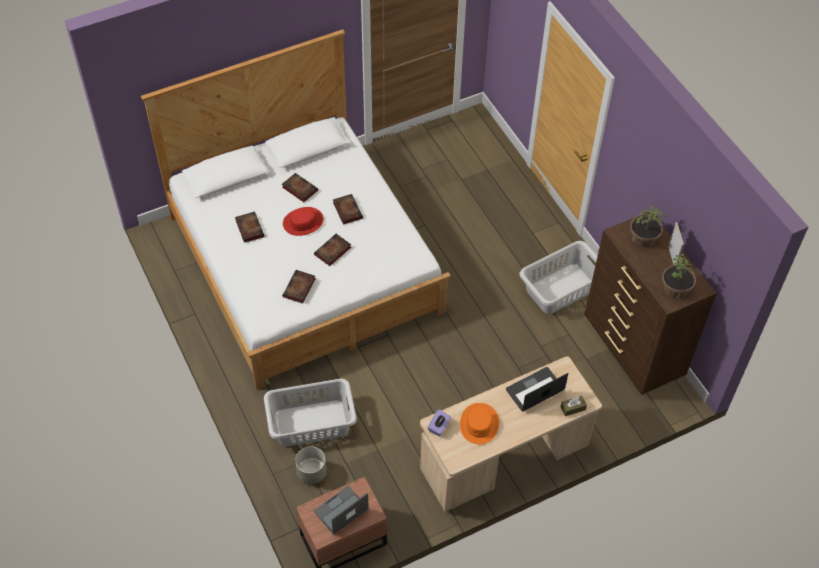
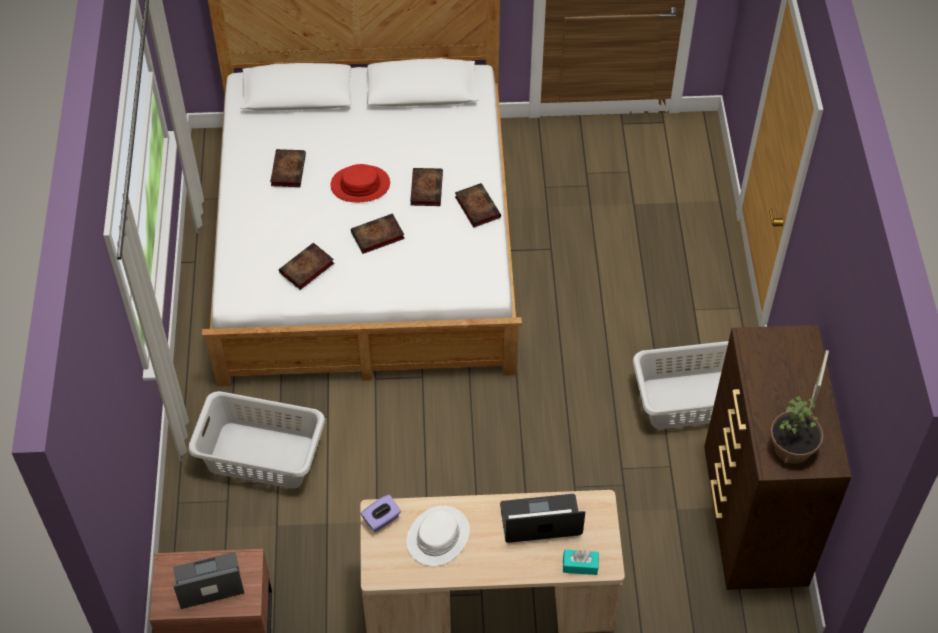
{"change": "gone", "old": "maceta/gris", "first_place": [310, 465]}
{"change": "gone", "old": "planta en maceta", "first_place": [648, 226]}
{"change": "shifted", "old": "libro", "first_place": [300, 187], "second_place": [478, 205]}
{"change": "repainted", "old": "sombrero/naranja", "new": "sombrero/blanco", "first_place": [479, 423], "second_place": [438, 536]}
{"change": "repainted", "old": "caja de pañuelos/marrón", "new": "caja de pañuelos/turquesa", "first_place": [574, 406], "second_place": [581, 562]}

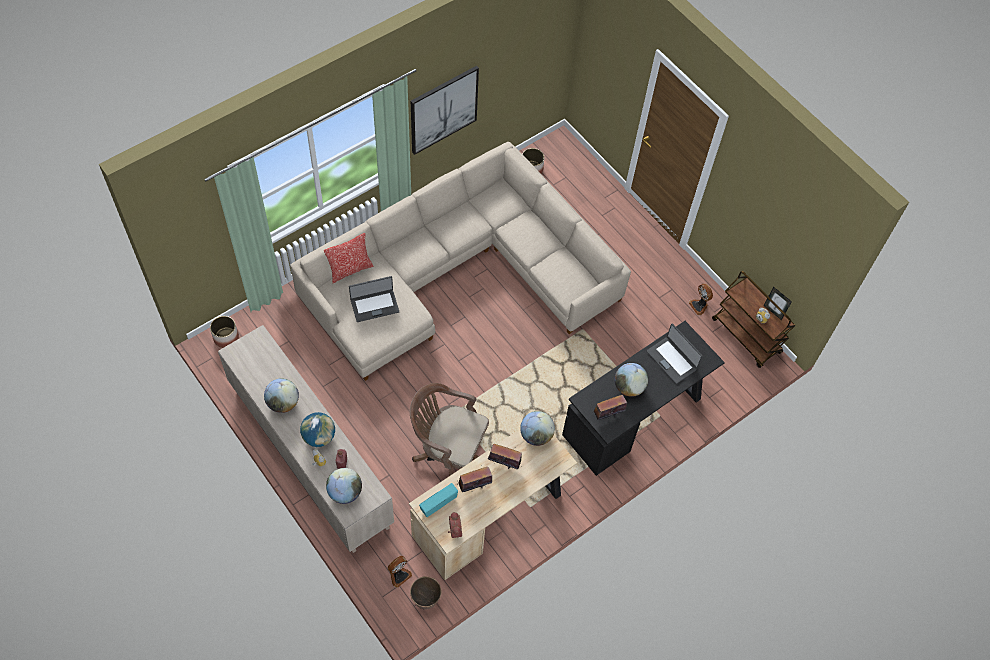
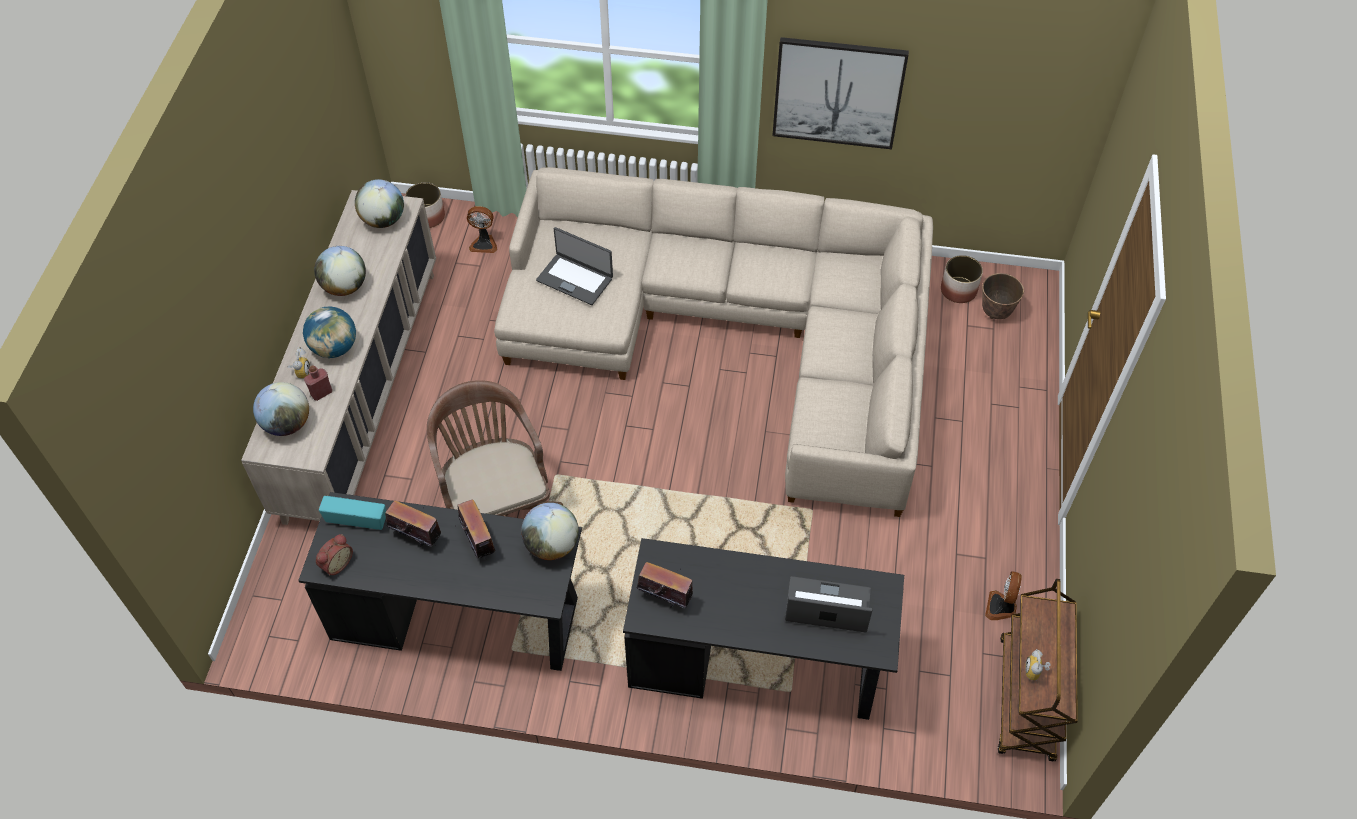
{"change": "gone", "old": "cojín", "first_place": [348, 258]}
{"change": "gone", "old": "portarretratos", "first_place": [778, 303]}
{"change": "shifted", "old": "ventilador", "first_place": [400, 572], "second_place": [482, 229]}
{"change": "shifted", "old": "maceta", "first_place": [426, 593], "second_place": [1003, 296]}
{"change": "shifted", "old": "globo terráqueo", "first_place": [631, 380], "second_place": [379, 203]}
{"change": "repainted", "old": "escritorio/beis", "new": "escritorio/negro", "first_place": [493, 504], "second_place": [440, 581]}
{"change": "rotated", "old": "portátil", "first_place": [675, 353], "second_place": [829, 604], "degrees": 90}

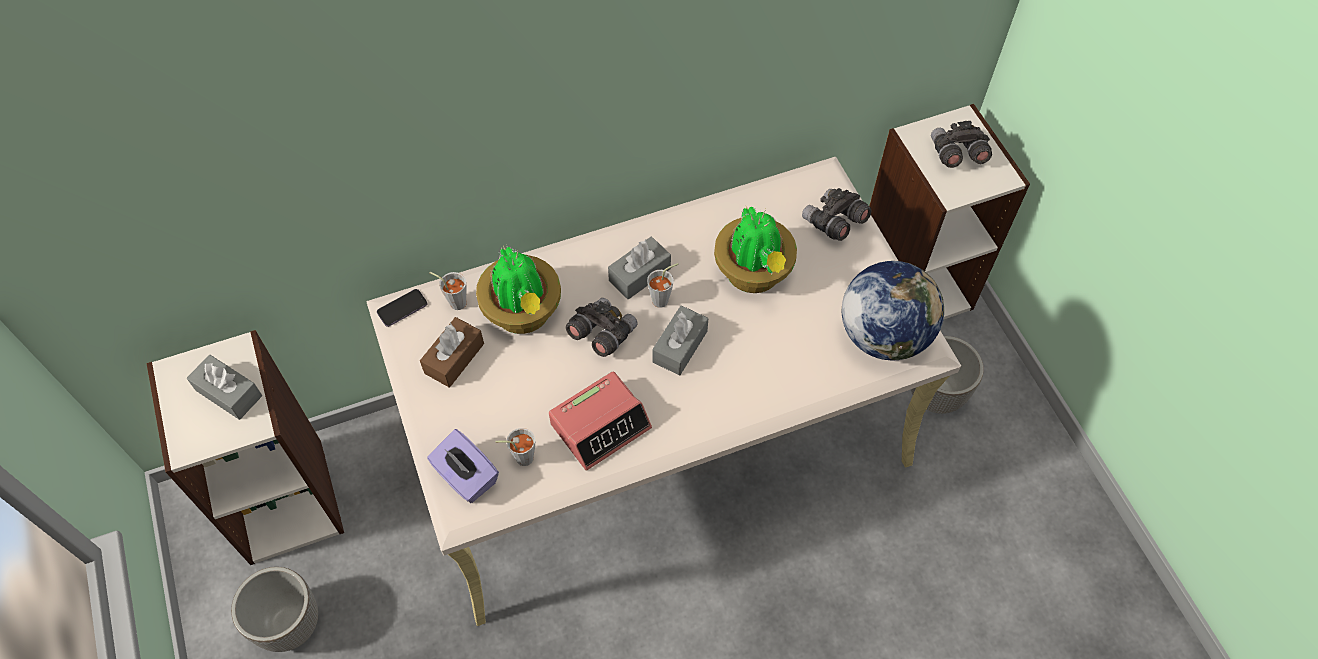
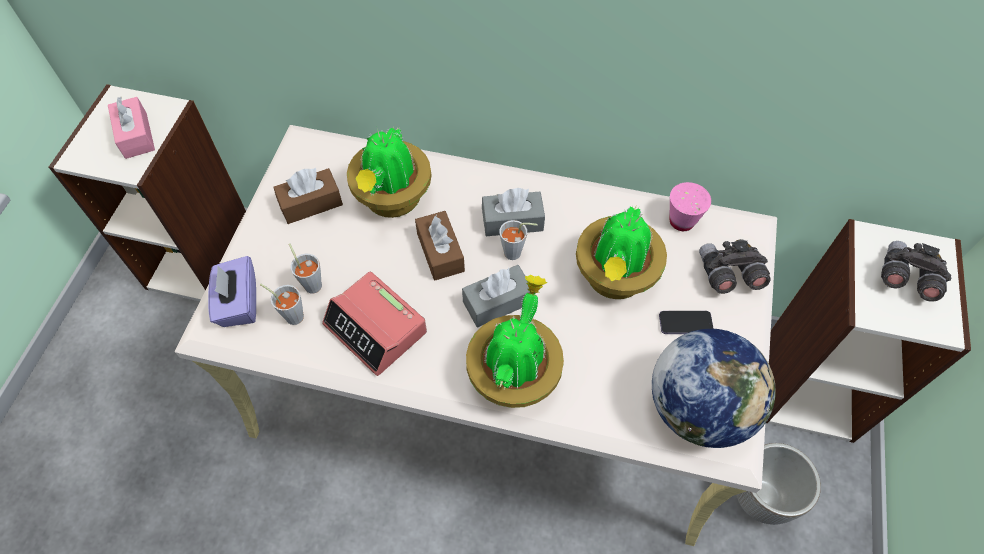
{"change": "gone", "old": "maceta", "first_place": [274, 609]}
{"change": "new", "new": "planta en maceta", "second_place": [515, 341]}
{"change": "new", "new": "taza/rosa", "second_place": [690, 206]}
{"change": "shifted", "old": "móvil", "first_place": [402, 308], "second_place": [686, 322]}
{"change": "shifted", "old": "taza/gris", "first_place": [448, 291], "second_place": [305, 268]}
{"change": "swapped", "old": "prismáticos/gris", "new": "caja de pañuelos/marrón", "first_place": [602, 327], "second_place": [440, 246]}
{"change": "repainted", "old": "caja de pañuelos/gris", "new": "caja de pañuelos/rosa", "first_place": [224, 387], "second_place": [131, 128]}
{"change": "rotated", "old": "despertador", "first_place": [600, 421], "second_place": [374, 324], "degrees": 45}

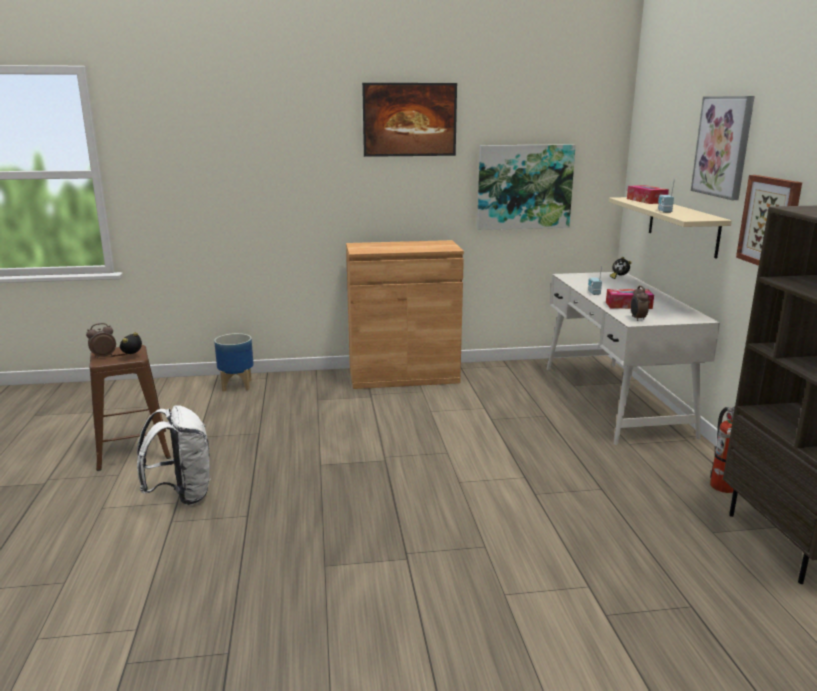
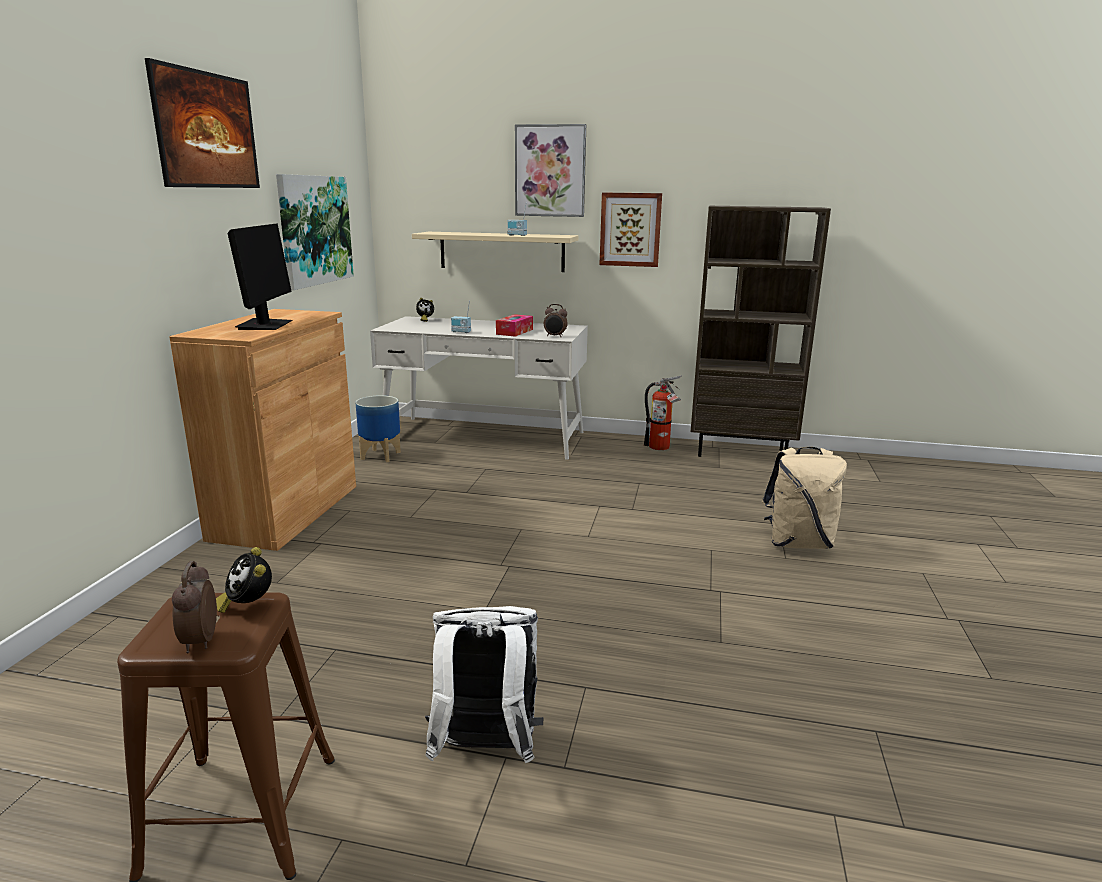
{"change": "gone", "old": "caja de pañuelos", "first_place": [648, 194]}
{"change": "new", "new": "monitor", "second_place": [260, 276]}
{"change": "new", "new": "mochila/beis", "second_place": [804, 498]}
{"change": "shifted", "old": "maceta", "first_place": [234, 362], "second_place": [378, 428]}

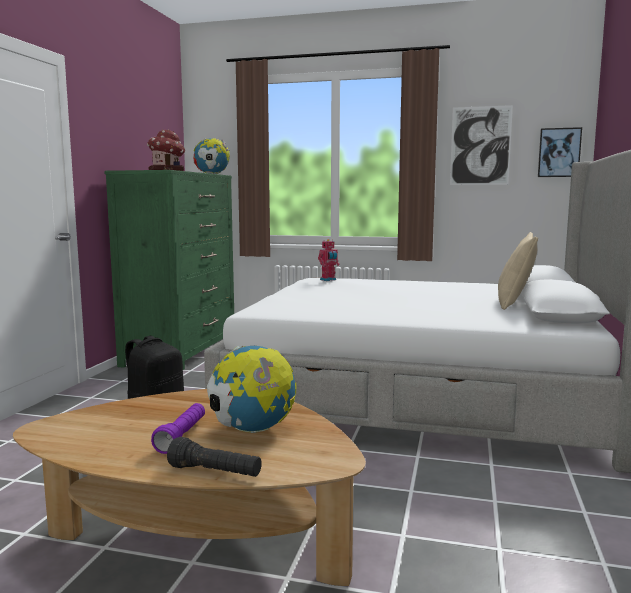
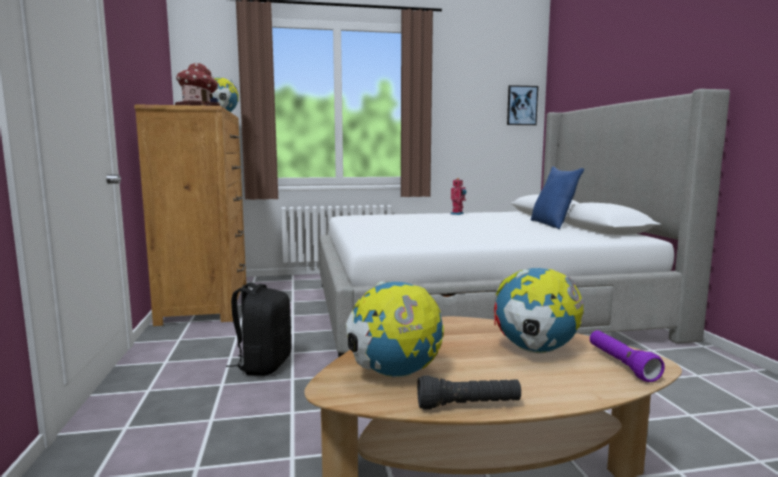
{"change": "gone", "old": "cuadro", "first_place": [481, 145]}
{"change": "new", "new": "globo terráqueo", "second_place": [395, 329]}
{"change": "shifted", "old": "linterna/morado", "first_place": [178, 428], "second_place": [627, 356]}
{"change": "shifted", "old": "linterna/negro", "first_place": [214, 457], "second_place": [469, 392]}
{"change": "shifted", "old": "robot de juguete", "first_place": [329, 260], "second_place": [458, 196]}
{"change": "repainted", "old": "cómoda/verde", "new": "cómoda/marrón", "first_place": [169, 270], "second_place": [190, 215]}
{"change": "repainted", "old": "cojín/beis", "new": "cojín/azul", "first_place": [518, 271], "second_place": [557, 197]}

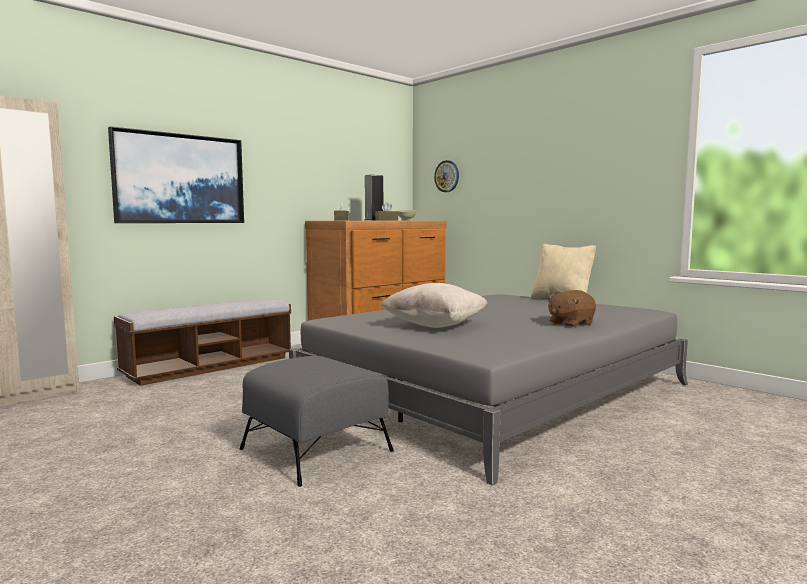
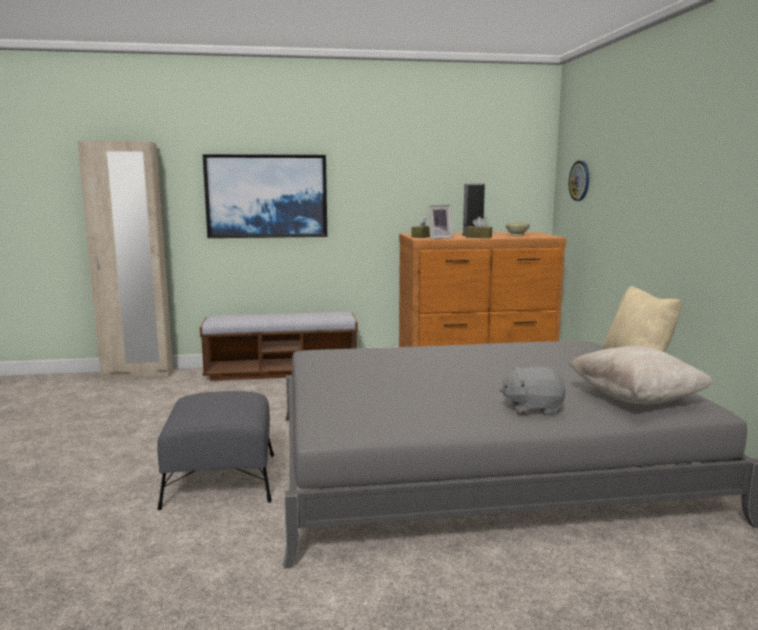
{"change": "new", "new": "portarretratos", "second_place": [440, 221]}
{"change": "shifted", "old": "cojín/beis", "first_place": [434, 305], "second_place": [640, 375]}
{"change": "repainted", "old": "peluche/marrón", "new": "peluche/gris", "first_place": [572, 308], "second_place": [532, 391]}

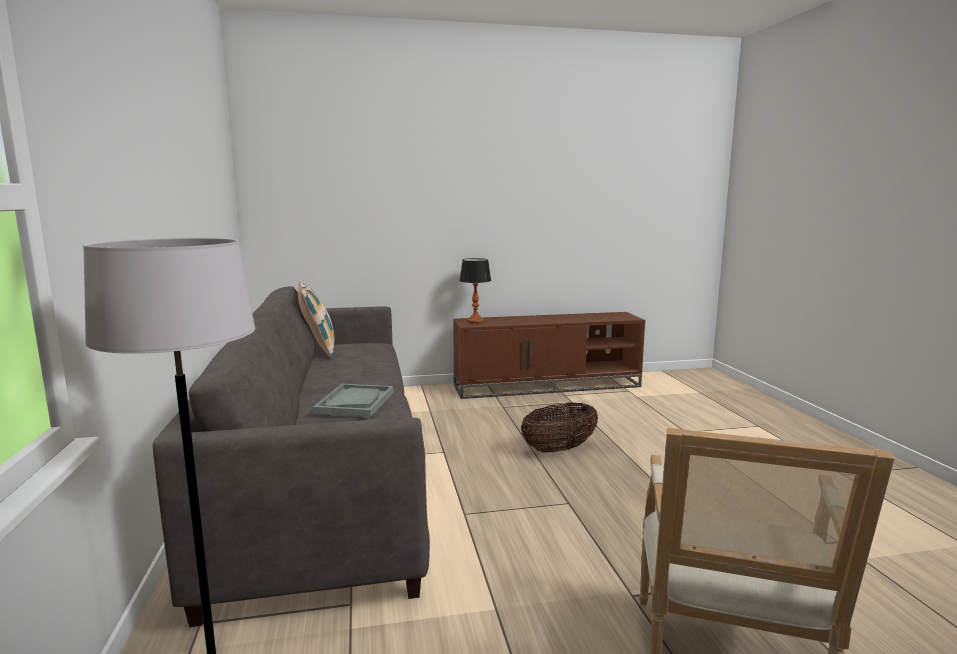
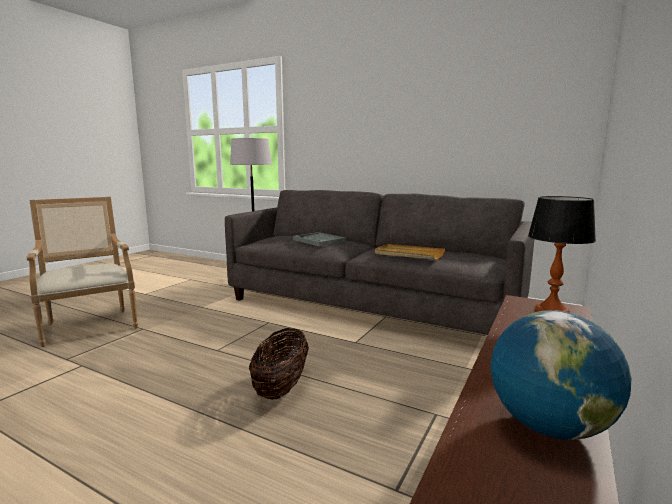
{"change": "gone", "old": "cojín", "first_place": [316, 320]}
{"change": "new", "new": "bandeja/beis", "second_place": [410, 252]}
{"change": "new", "new": "globo terráqueo", "second_place": [561, 375]}

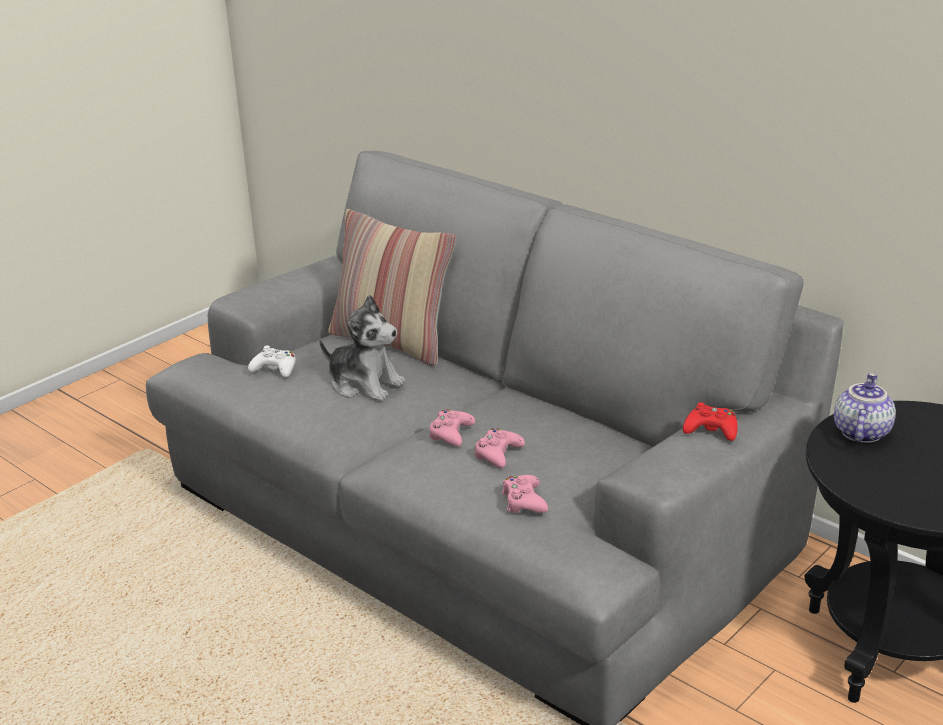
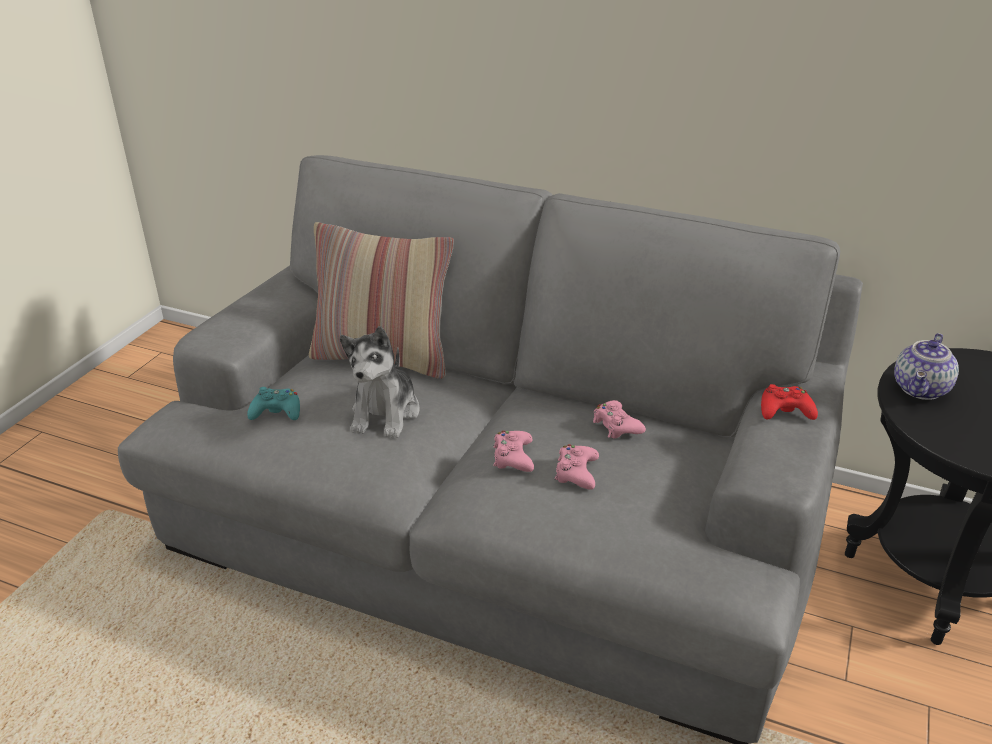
{"change": "shifted", "old": "mando de consola/rosa", "first_place": [525, 494], "second_place": [619, 419]}
{"change": "repainted", "old": "mando de consola/blanco", "new": "mando de consola/turquesa", "first_place": [272, 361], "second_place": [273, 403]}
{"change": "rotated", "old": "peluche", "first_place": [362, 347], "second_place": [379, 382], "degrees": 90}
{"change": "rotated", "old": "tetera", "first_place": [865, 408], "second_place": [926, 366], "degrees": -150}

